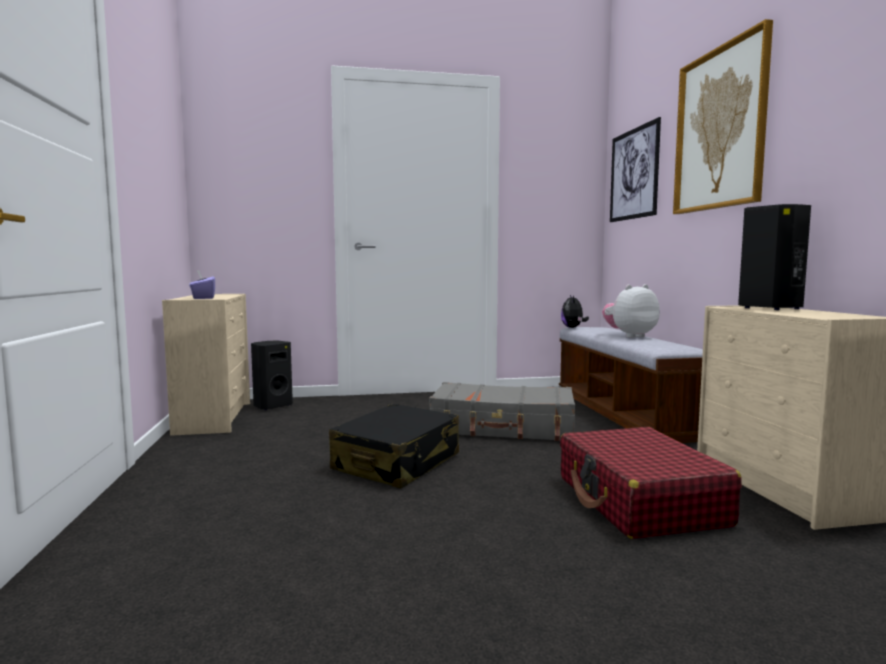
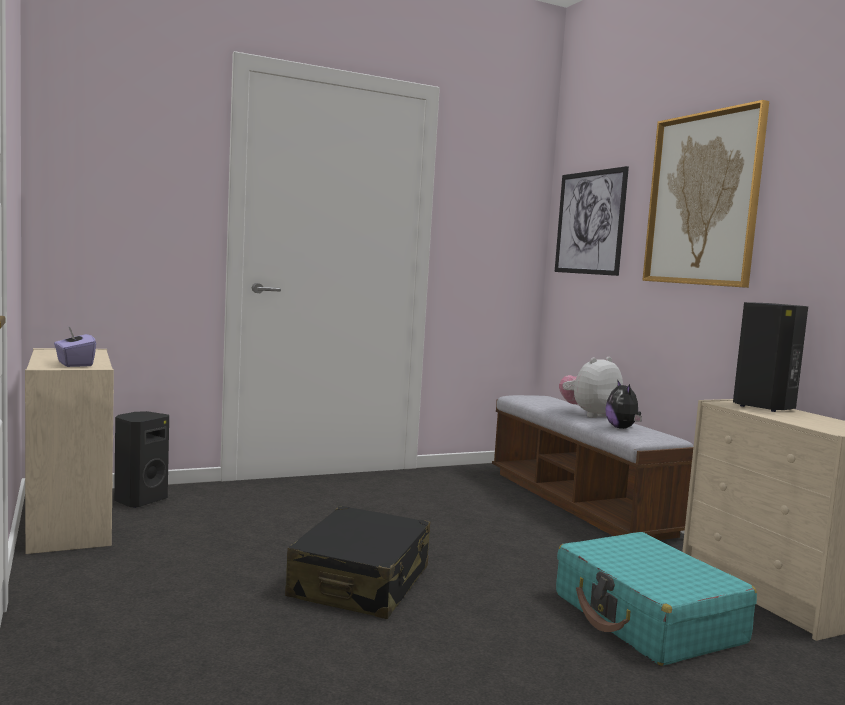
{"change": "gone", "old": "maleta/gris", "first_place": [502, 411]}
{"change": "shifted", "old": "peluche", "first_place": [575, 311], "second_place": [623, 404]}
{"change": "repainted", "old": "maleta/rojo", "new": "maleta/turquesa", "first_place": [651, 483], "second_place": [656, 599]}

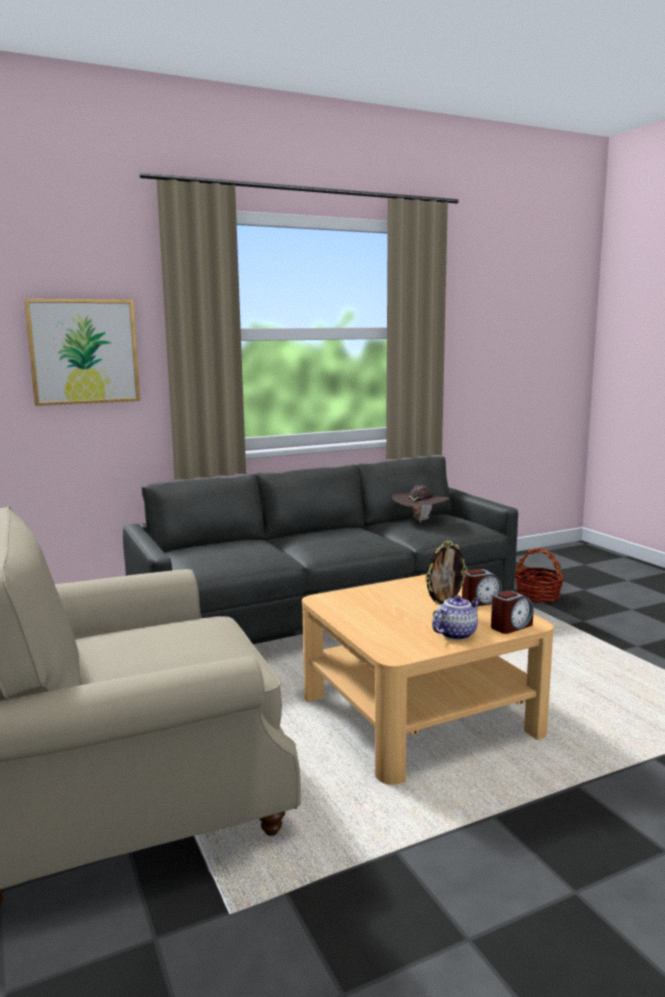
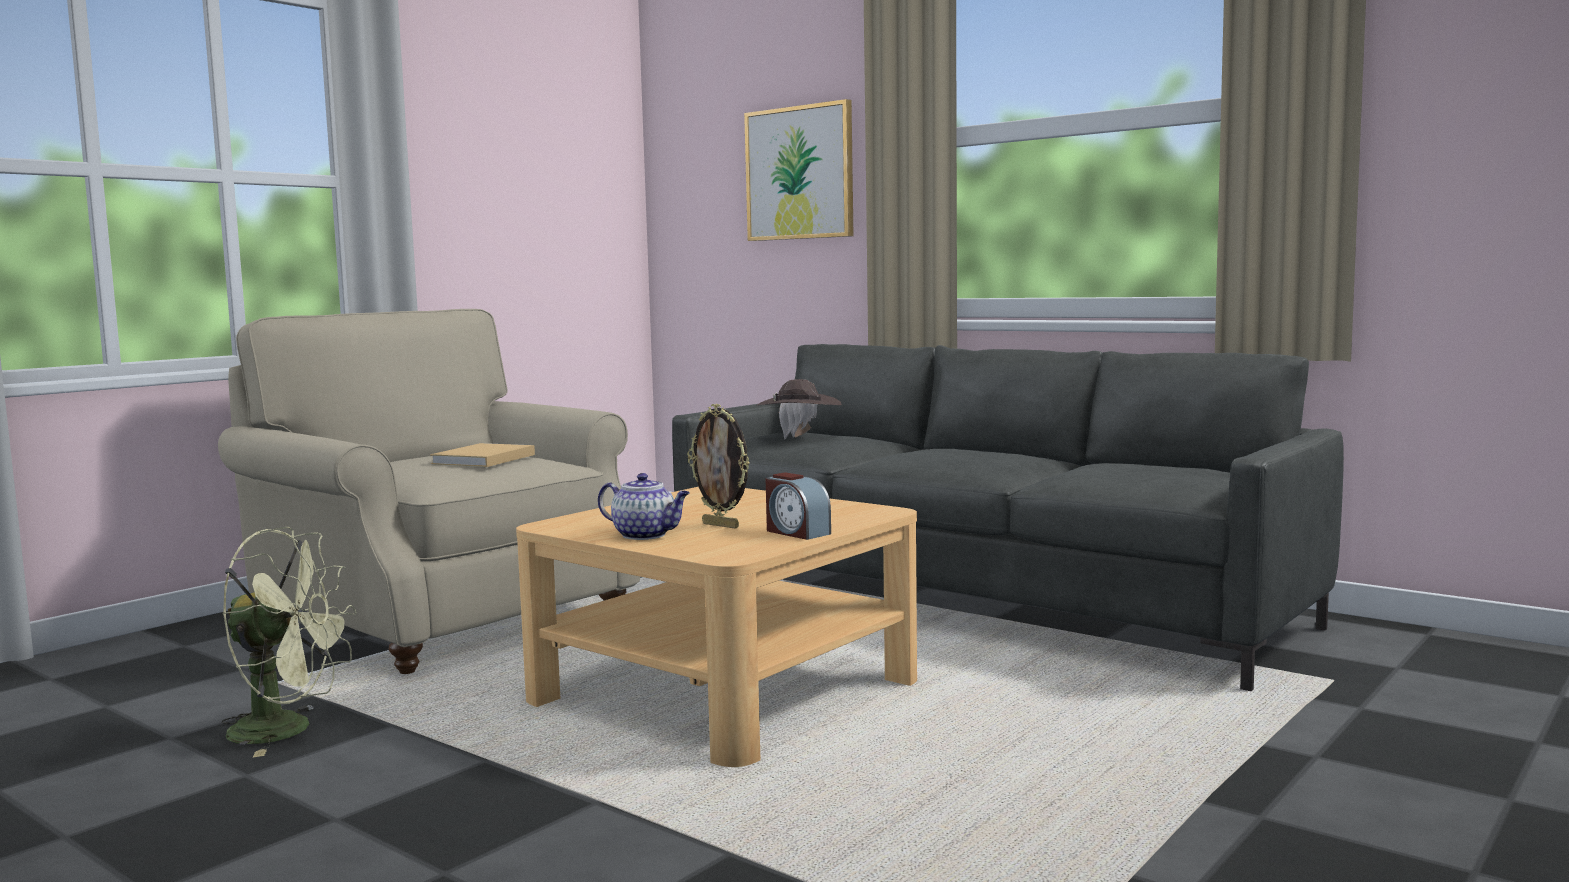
{"change": "gone", "old": "despertador", "first_place": [512, 612]}
{"change": "gone", "old": "cesta", "first_place": [539, 575]}
{"change": "new", "new": "ventilador/verde", "second_place": [288, 642]}
{"change": "new", "new": "libro/beis", "second_place": [482, 455]}
{"change": "shifted", "old": "sombrero/marrón", "first_place": [420, 504], "second_place": [799, 409]}

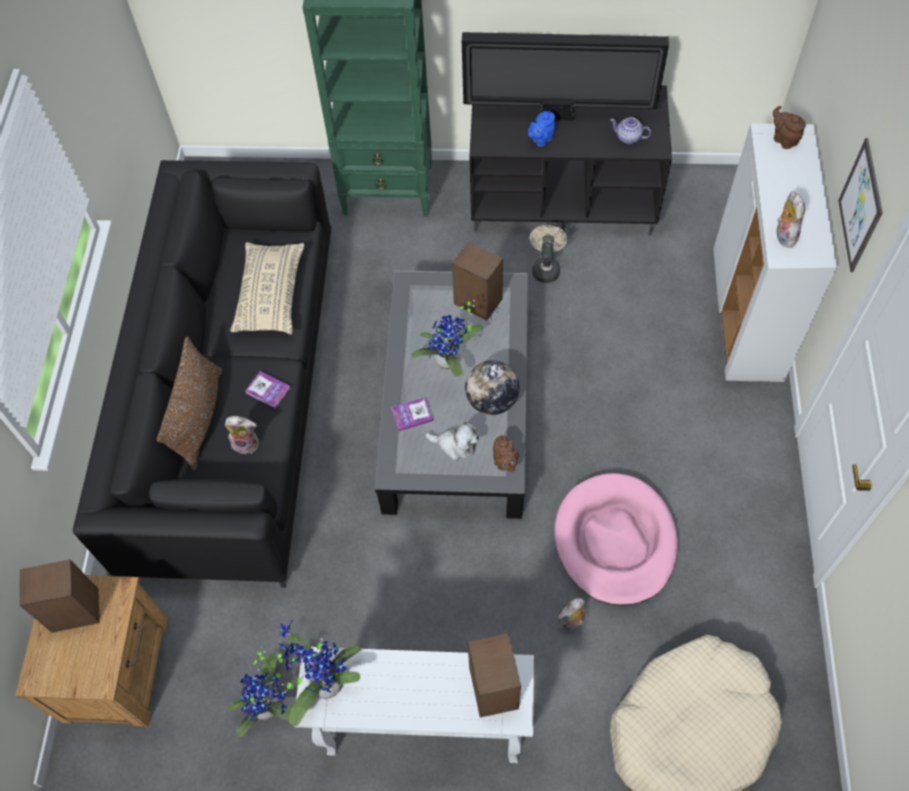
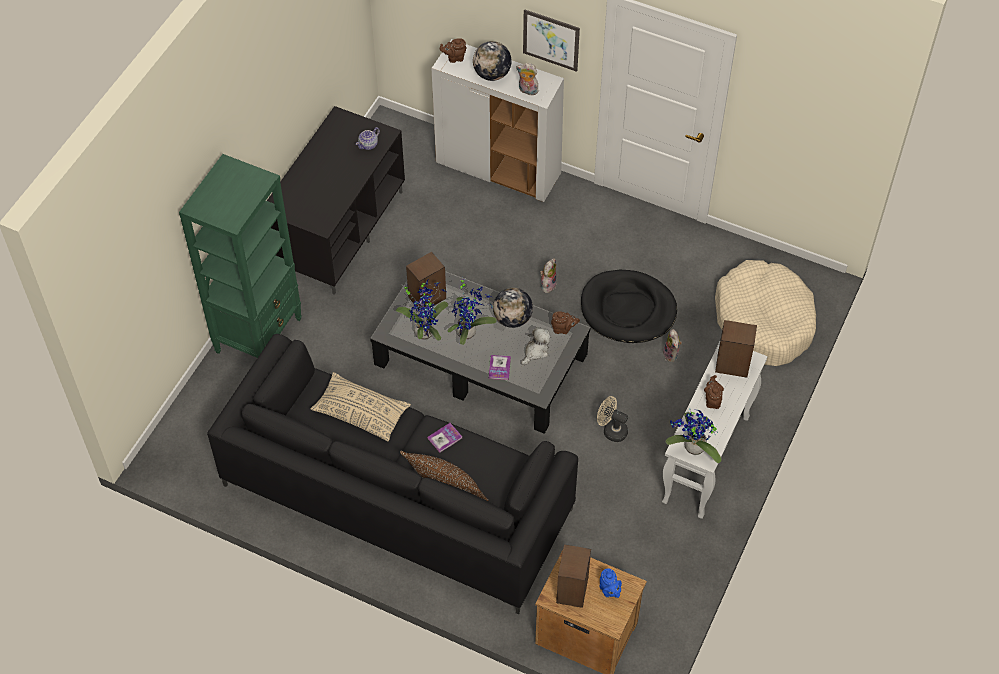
{"change": "gone", "old": "televisor", "first_place": [565, 77]}
{"change": "new", "new": "globo terráqueo", "second_place": [492, 61]}
{"change": "new", "new": "tetera/marrón", "second_place": [714, 392]}
{"change": "shifted", "old": "peluche", "first_place": [242, 435], "second_place": [548, 275]}
{"change": "shifted", "old": "planta en maceta", "first_place": [260, 692], "second_place": [422, 310]}
{"change": "shifted", "old": "tetera/azul", "first_place": [541, 129], "second_place": [611, 583]}
{"change": "shifted", "old": "ventilador/beis", "first_place": [548, 254], "second_place": [612, 419]}
{"change": "repainted", "old": "cama para perro/rosa", "new": "cama para perro/negro", "first_place": [616, 539], "second_place": [629, 306]}

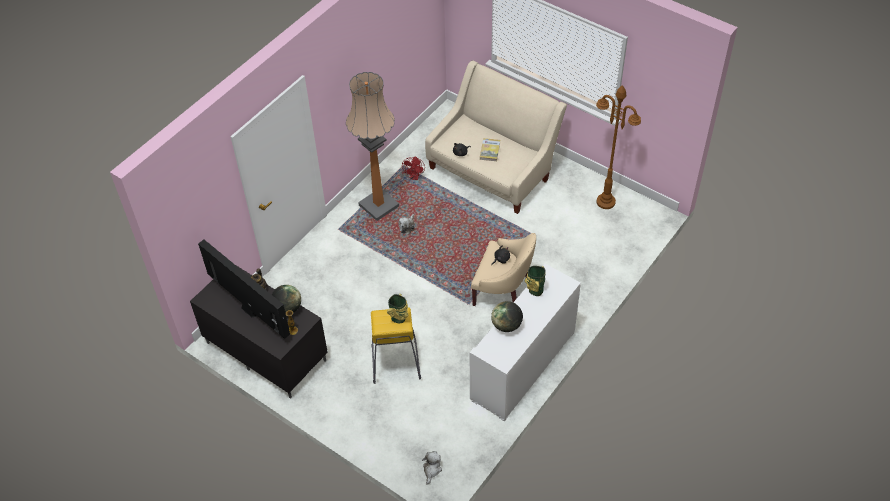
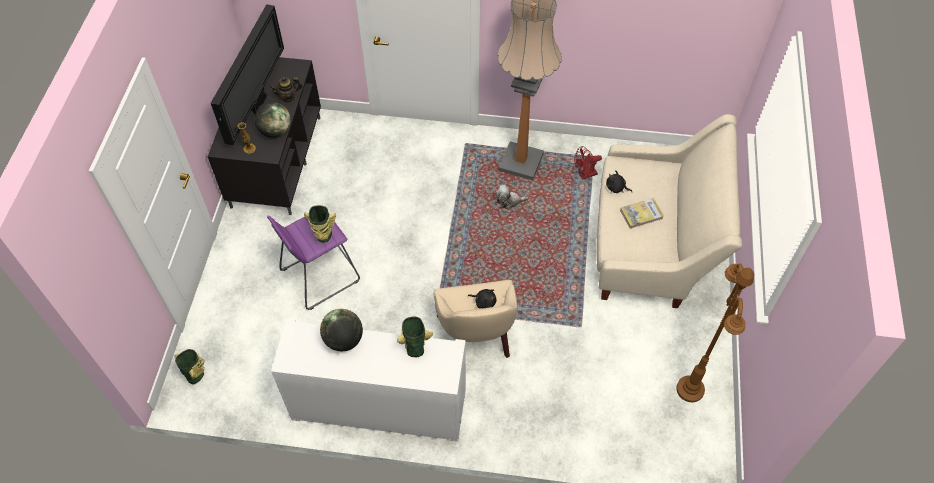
{"change": "swapped", "old": "peluche", "new": "florero", "first_place": [432, 468], "second_place": [189, 366]}
{"change": "repainted", "old": "taburete/amarillo", "new": "taburete/morado", "first_place": [396, 345], "second_place": [313, 262]}

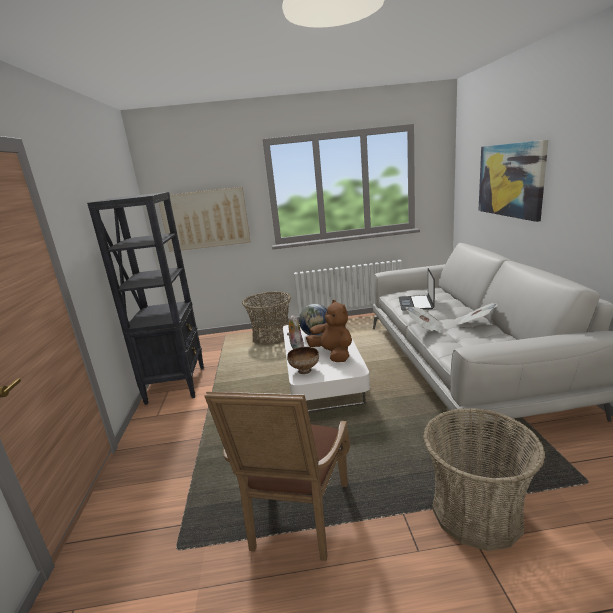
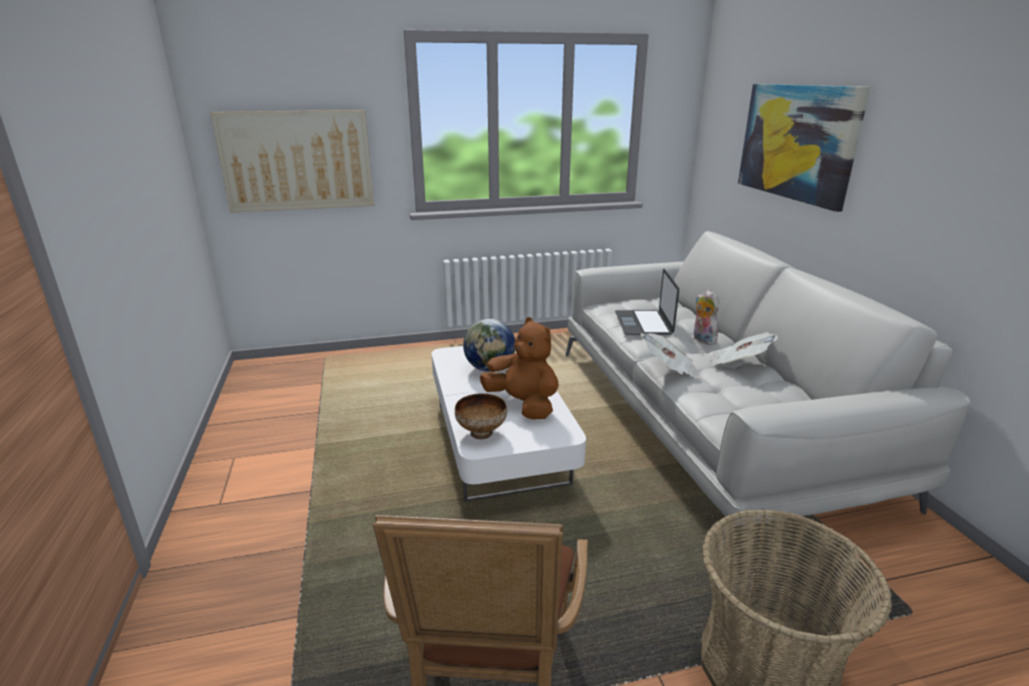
{"change": "gone", "old": "estantería/negro", "first_place": [145, 298]}
{"change": "gone", "old": "cesta", "first_place": [266, 318]}
{"change": "shifted", "old": "peluche", "first_place": [295, 332], "second_place": [706, 317]}

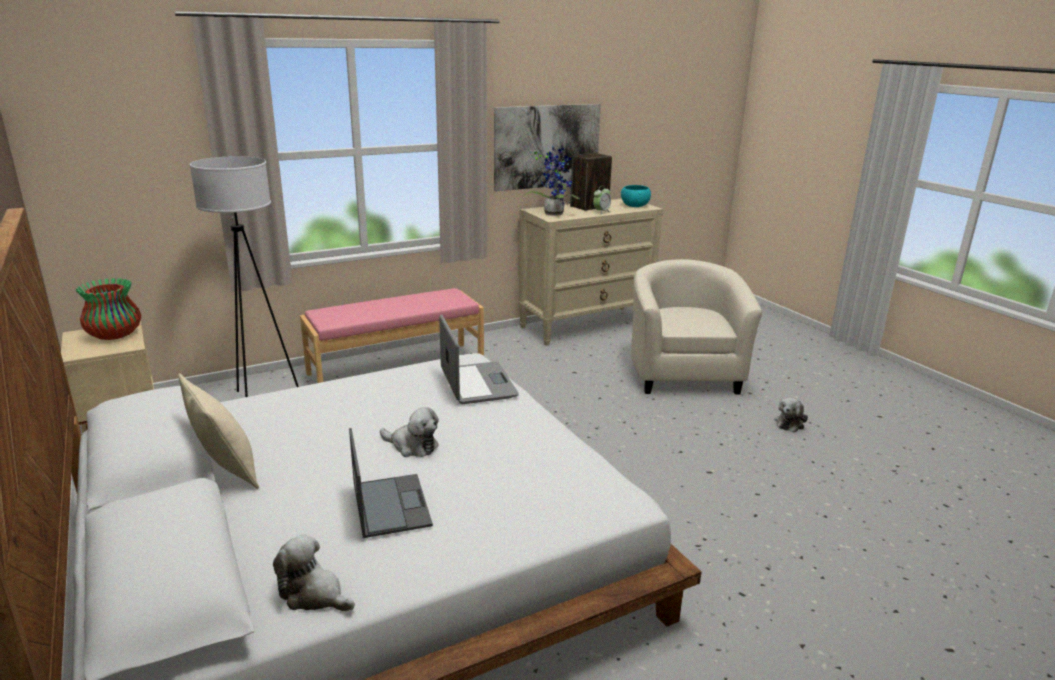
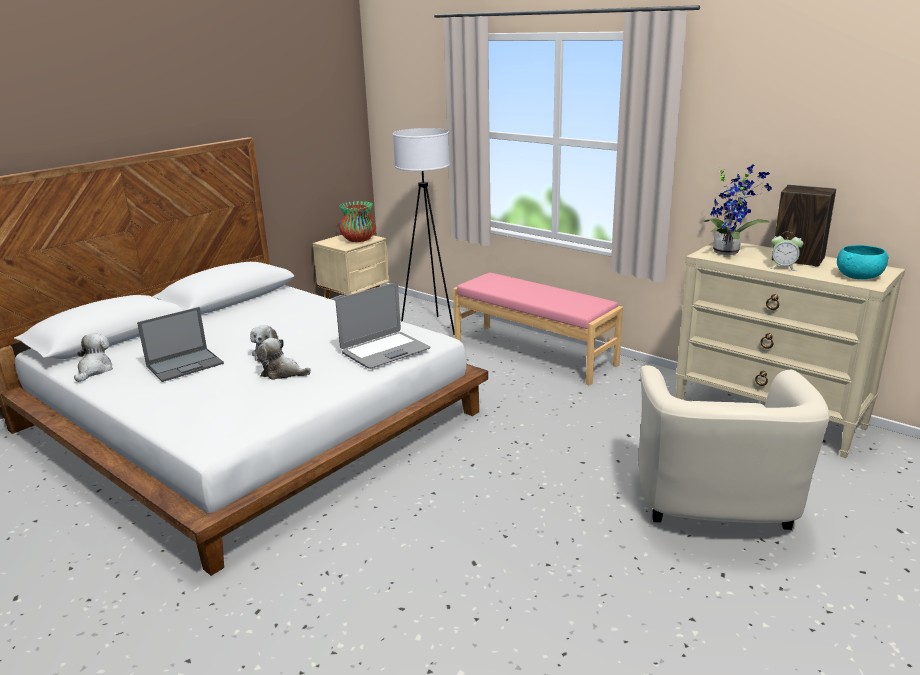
{"change": "gone", "old": "cojín/beis", "first_place": [218, 431]}
{"change": "gone", "old": "cuadro", "first_place": [547, 148]}
{"change": "shifted", "old": "peluche", "first_place": [791, 415], "second_place": [284, 359]}
{"change": "rotated", "old": "sillón/beis", "first_place": [696, 326], "second_place": [734, 447], "degrees": 120}

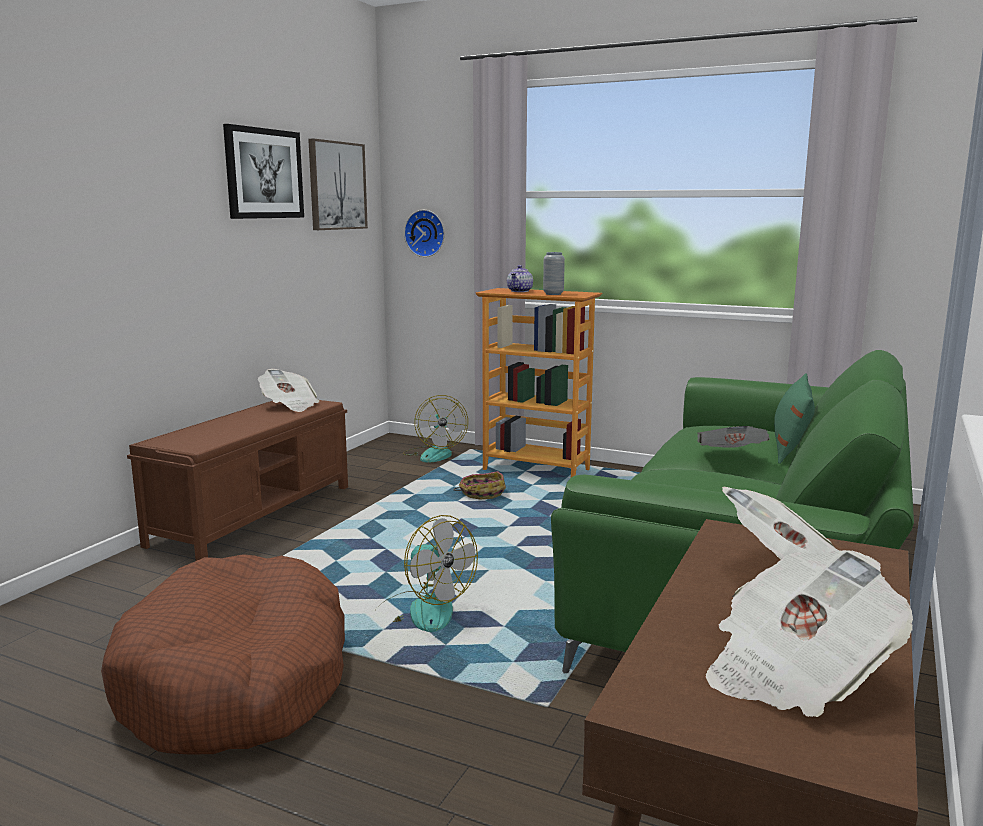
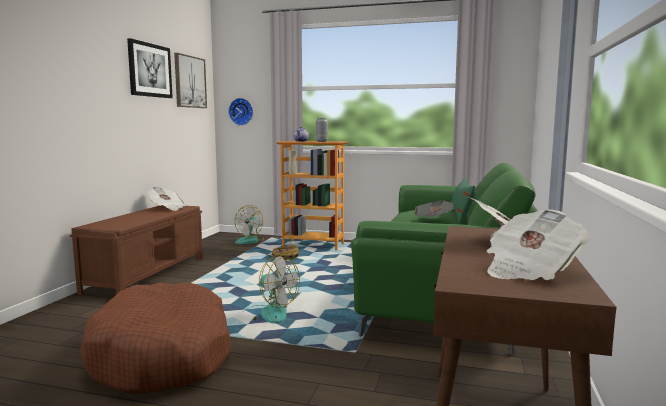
{"change": "rotated", "old": "ventilador", "first_place": [435, 429], "second_place": [249, 224], "degrees": 45}

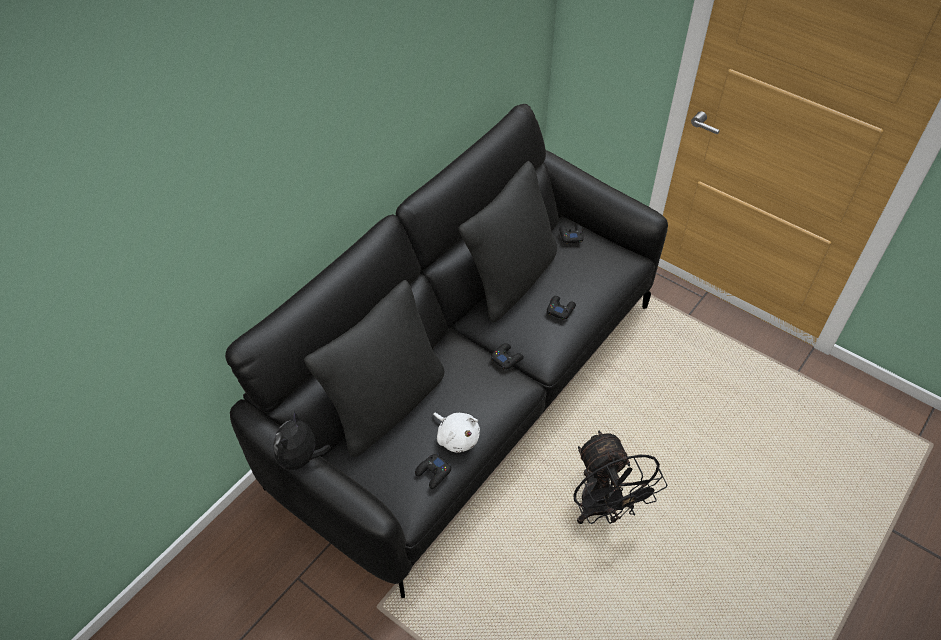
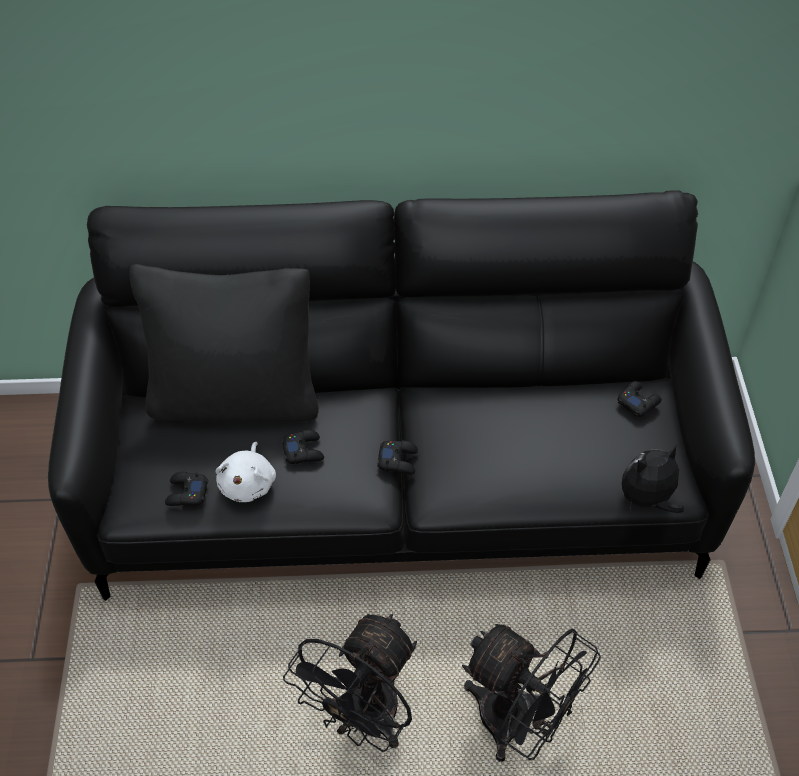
{"change": "gone", "old": "cojín/negro", "first_place": [507, 242]}
{"change": "new", "new": "ventilador/negro", "second_place": [531, 693]}
{"change": "shifted", "old": "peluche", "first_place": [302, 444], "second_place": [653, 479]}
{"change": "shifted", "old": "mando de consola/negro", "first_place": [561, 308], "second_place": [303, 447]}

